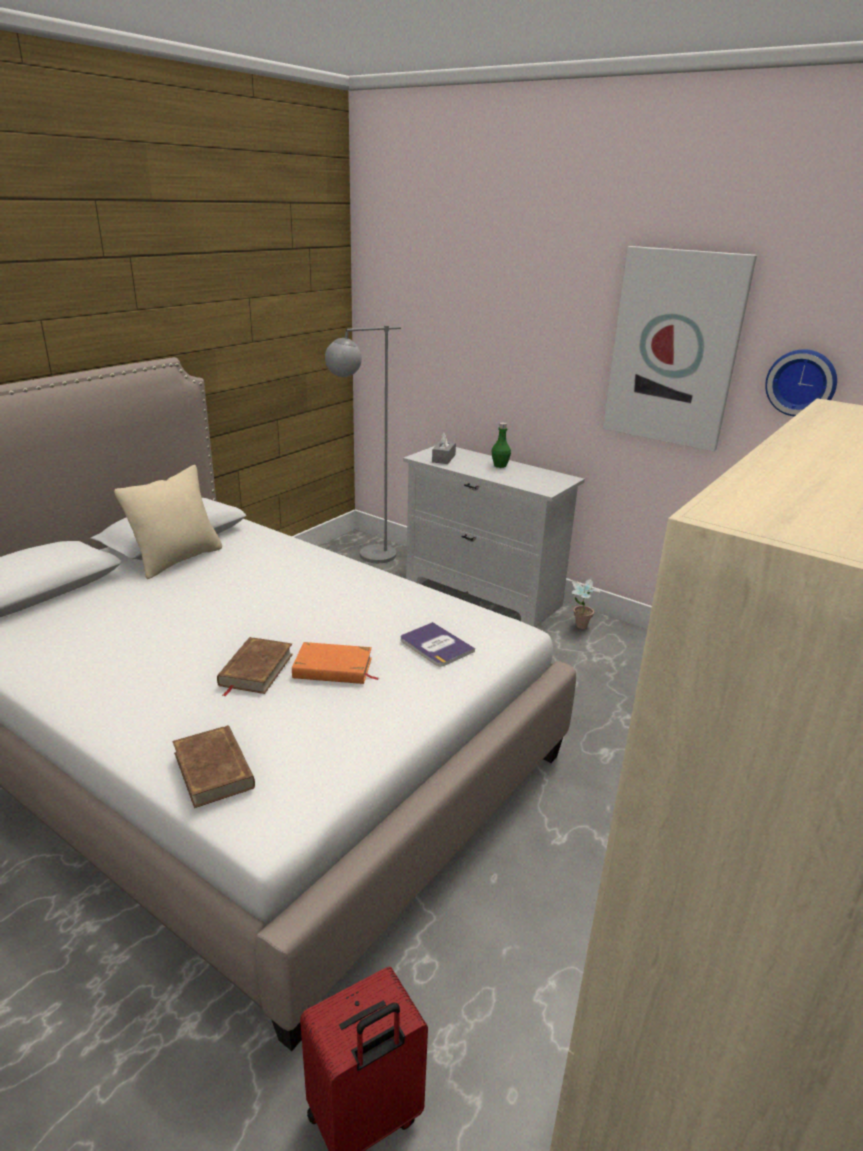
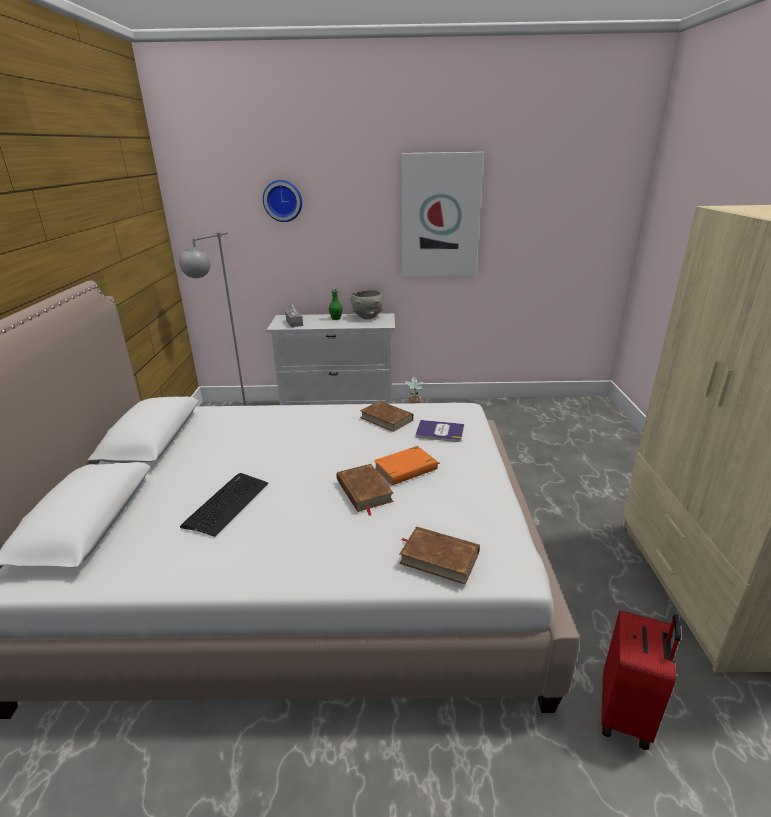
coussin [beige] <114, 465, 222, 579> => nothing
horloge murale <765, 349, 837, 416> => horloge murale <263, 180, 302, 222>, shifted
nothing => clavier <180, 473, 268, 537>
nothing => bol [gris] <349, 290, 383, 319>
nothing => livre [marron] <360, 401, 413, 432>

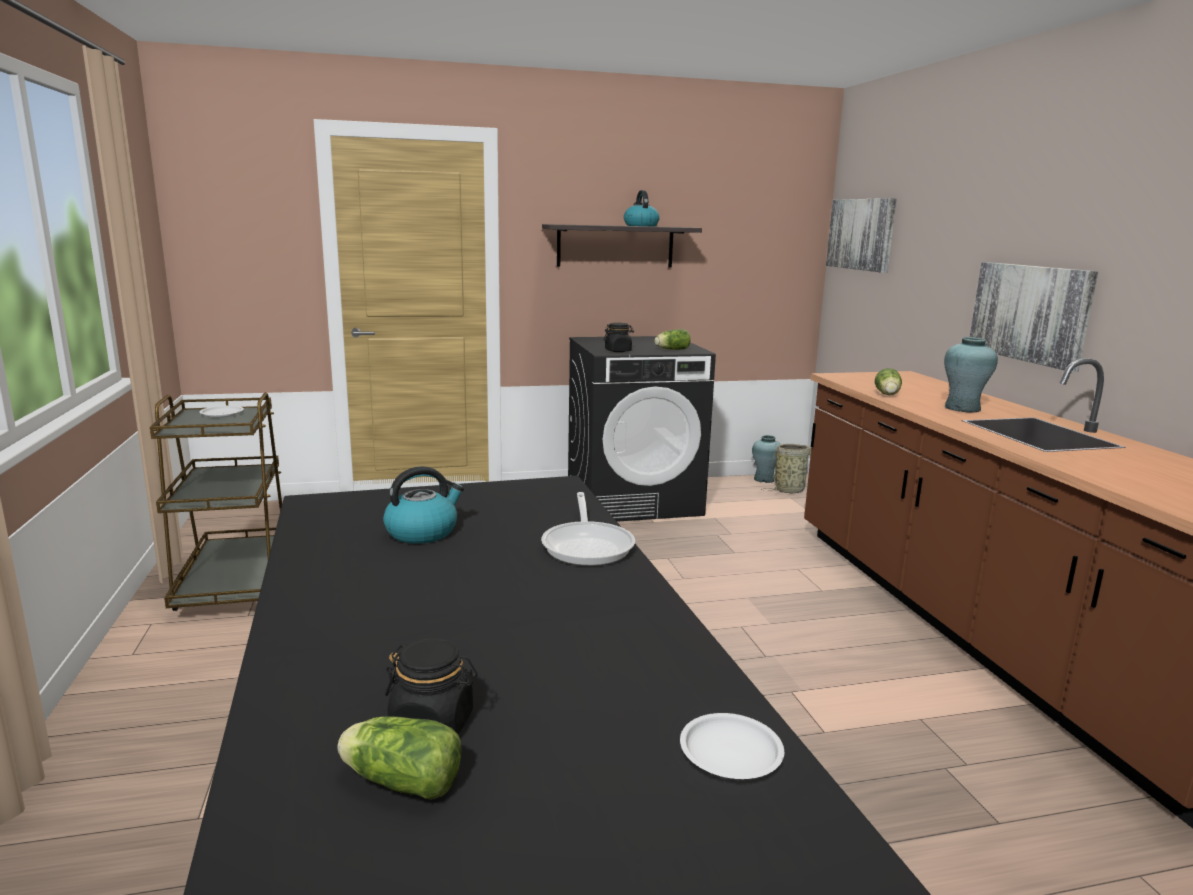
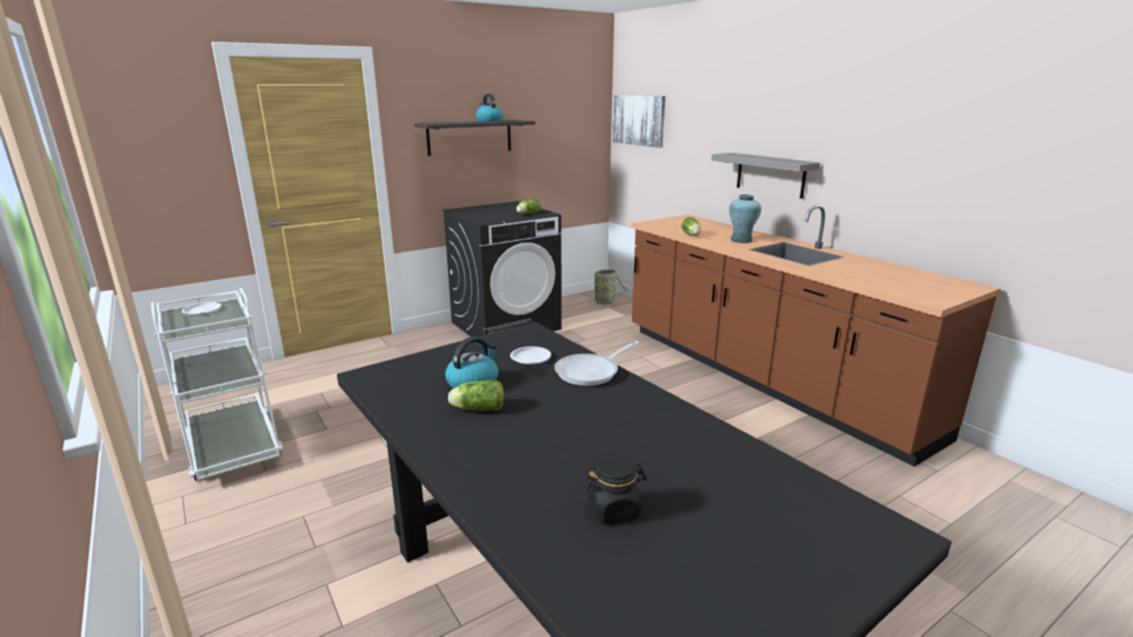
chariot [marron] <150, 392, 282, 611> => chariot [blanc] <151, 288, 283, 481>
laitue <337, 716, 461, 800> => laitue <448, 380, 504, 411>, shifted
poêle <541, 492, 635, 566> => poêle <554, 341, 640, 386>, 75 degrees clockwise
bocal [noir] <604, 323, 634, 352> => nothing
assiette [blanc] <680, 713, 784, 779> => assiette [blanc] <510, 346, 551, 365>, shifted
vase [turquoise] <752, 435, 781, 483> => nothing
tableau <970, 262, 1098, 372> => étagère [gris] <711, 153, 820, 199>

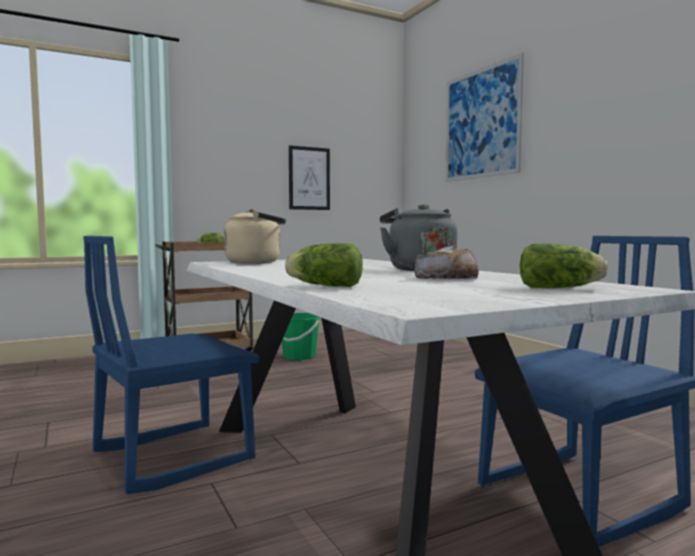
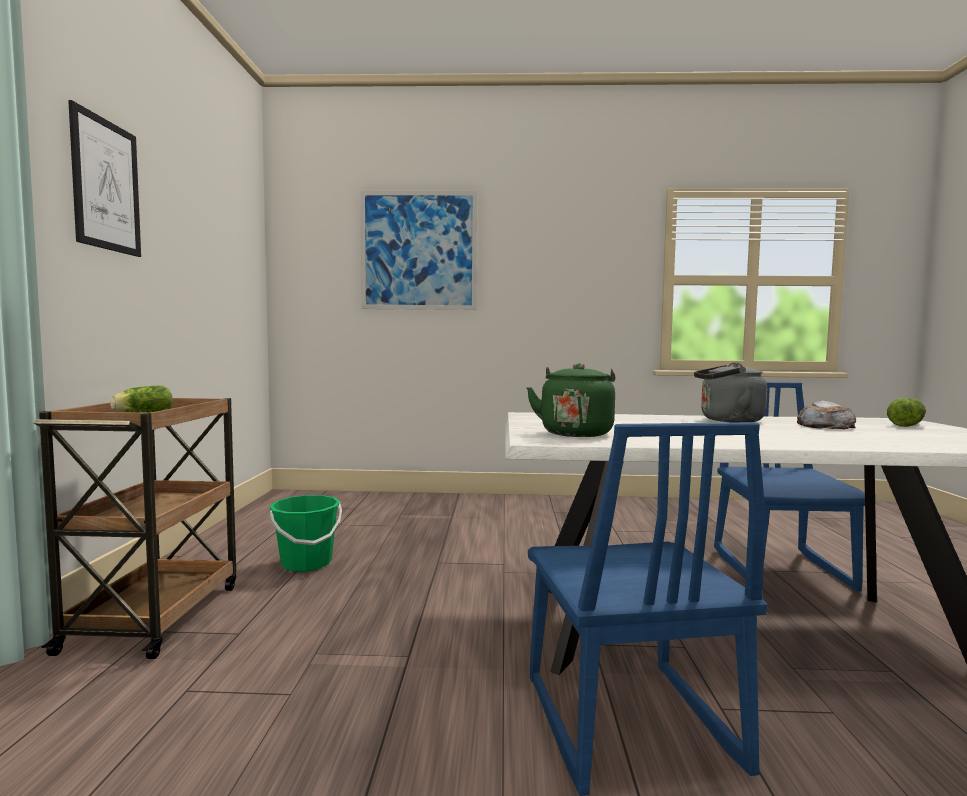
bouilloire [beige] <224, 209, 286, 264> => bouilloire [vert] <526, 363, 615, 437>
laitue <285, 243, 363, 287> => nothing
tableau <289, 145, 330, 210> => tableau <68, 100, 141, 257>, shifted

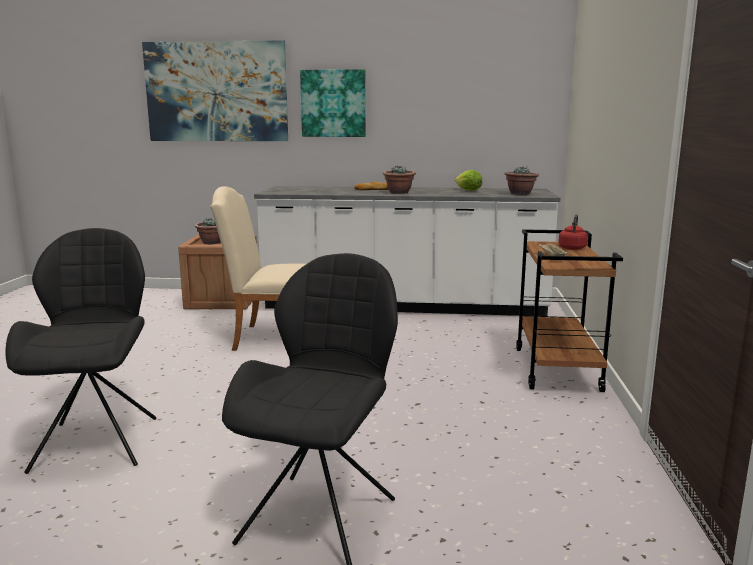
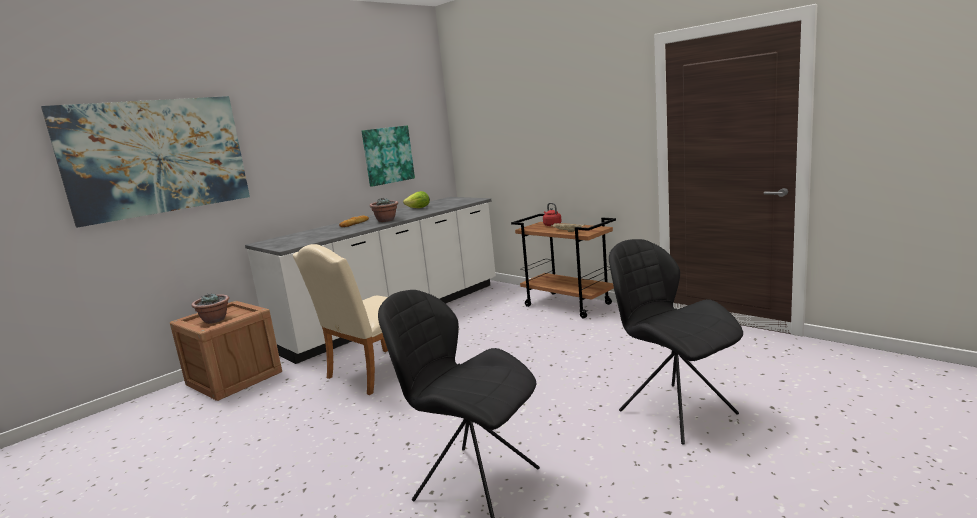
tableau <300, 69, 366, 137> => tableau <362, 125, 415, 187>, shifted
plante en pot <505, 166, 539, 195> => nothing

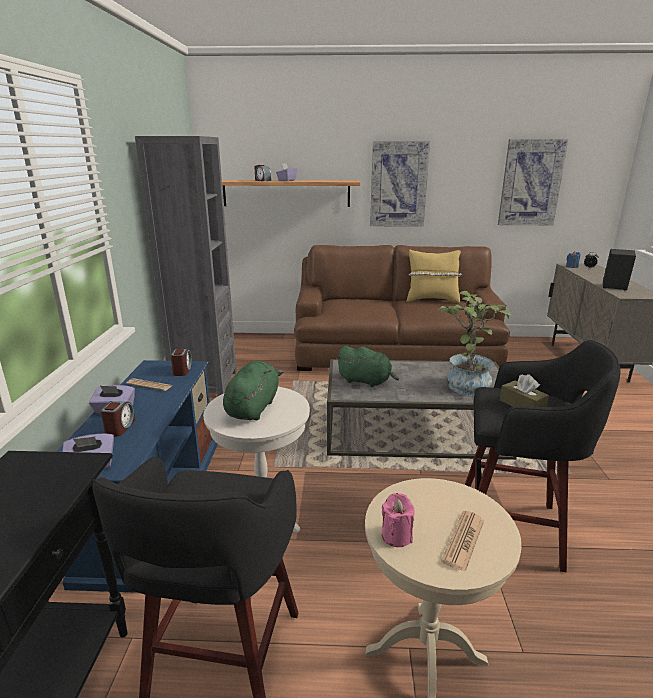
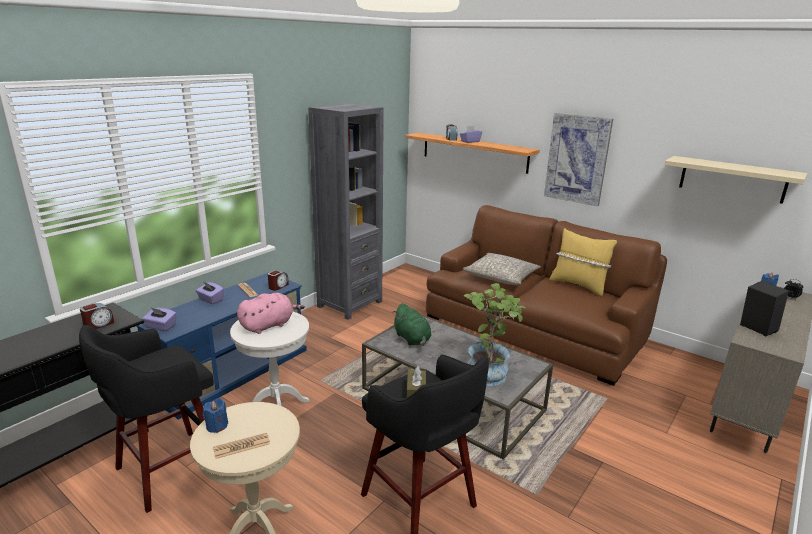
réveil <100, 401, 135, 437> => réveil <80, 303, 114, 329>, shifted
peluche [vert] <223, 361, 284, 420> => peluche [rose] <237, 293, 305, 334>
bougie [rose] <382, 493, 415, 547> => bougie [bleu] <203, 398, 228, 433>
tableau <498, 139, 568, 225> => étagère [beige] <664, 156, 807, 204>
nothing => coussin [gris] <463, 253, 541, 285>

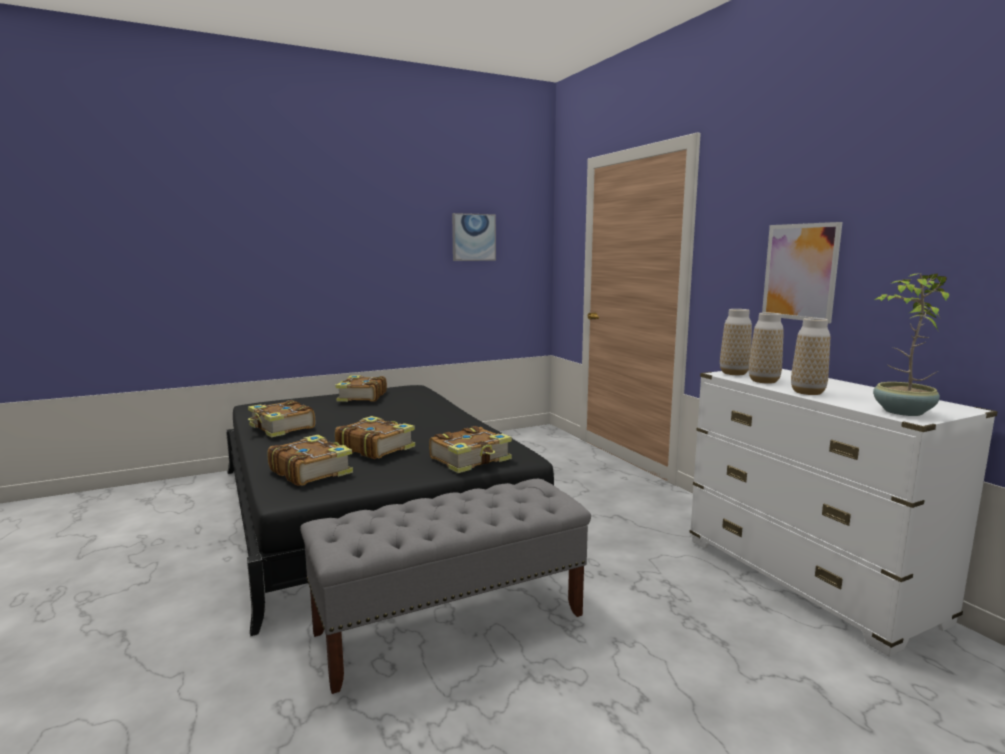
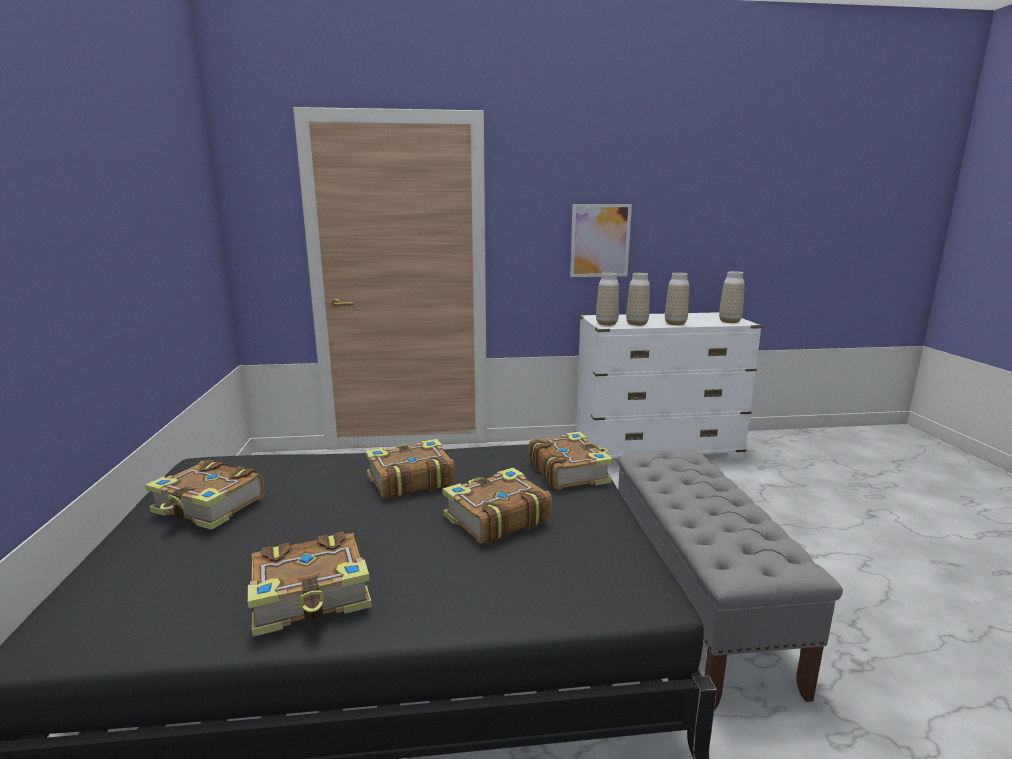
livre <267, 435, 353, 486> => livre <366, 439, 455, 499>, shifted
tableau <452, 213, 496, 261> => nothing
plante en pot <873, 273, 949, 416> => vase <719, 271, 745, 323>

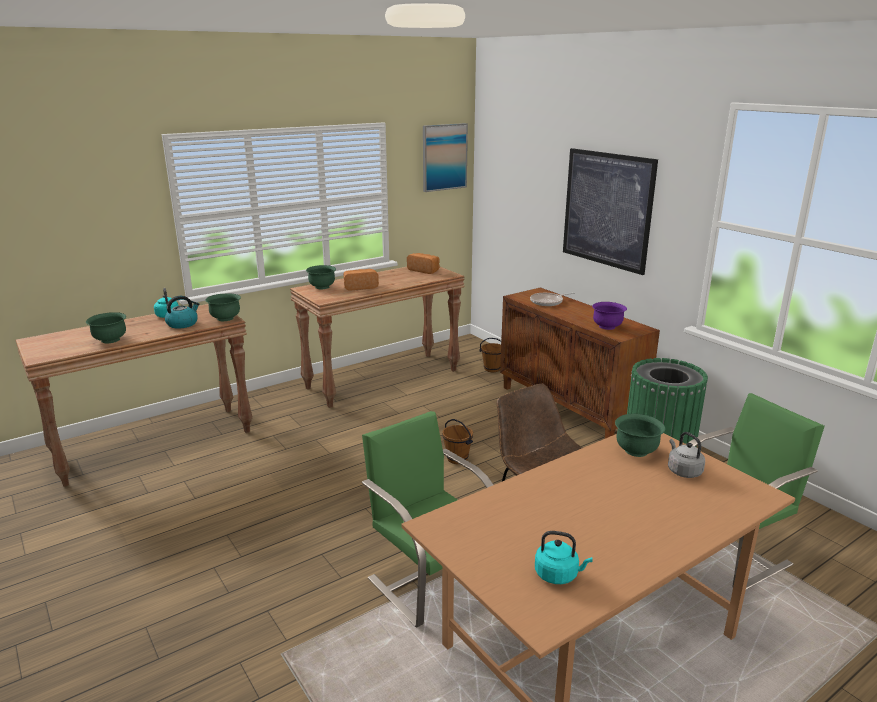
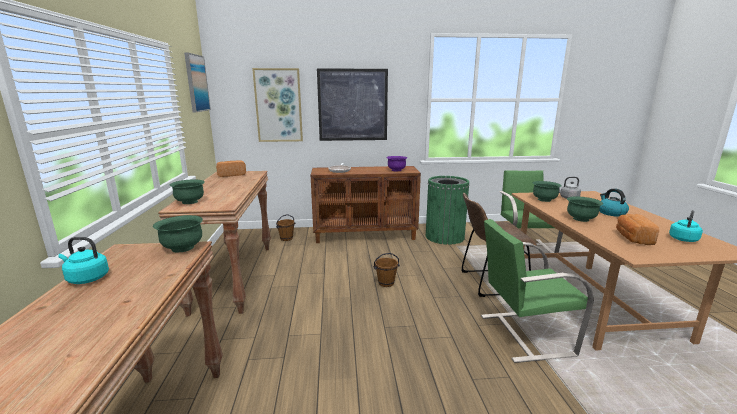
bol [vert] <86, 312, 126, 344> => bol [vert] <567, 196, 603, 222>, shifted
bouilloire <165, 296, 199, 329> => bouilloire <599, 189, 629, 217>, shifted
pain <343, 269, 379, 291> => pain <616, 214, 659, 245>, shifted
nothing => tableau <252, 68, 303, 142>

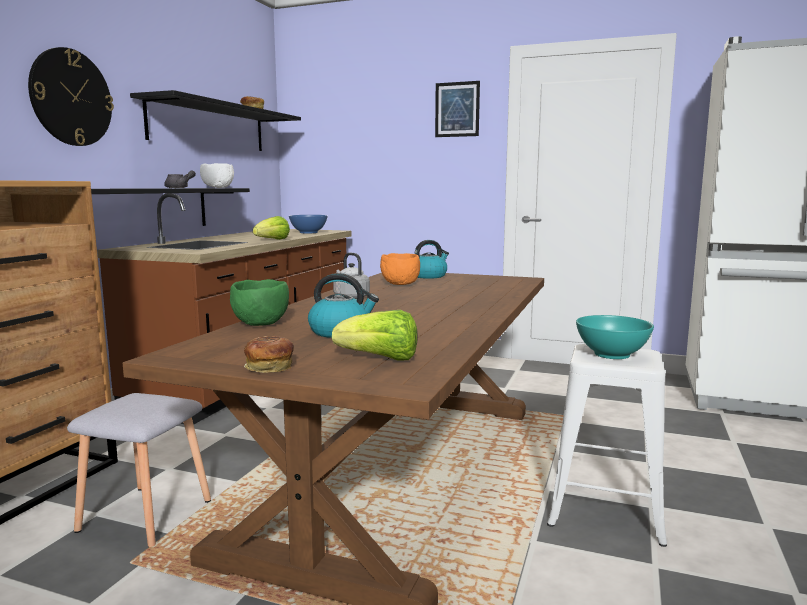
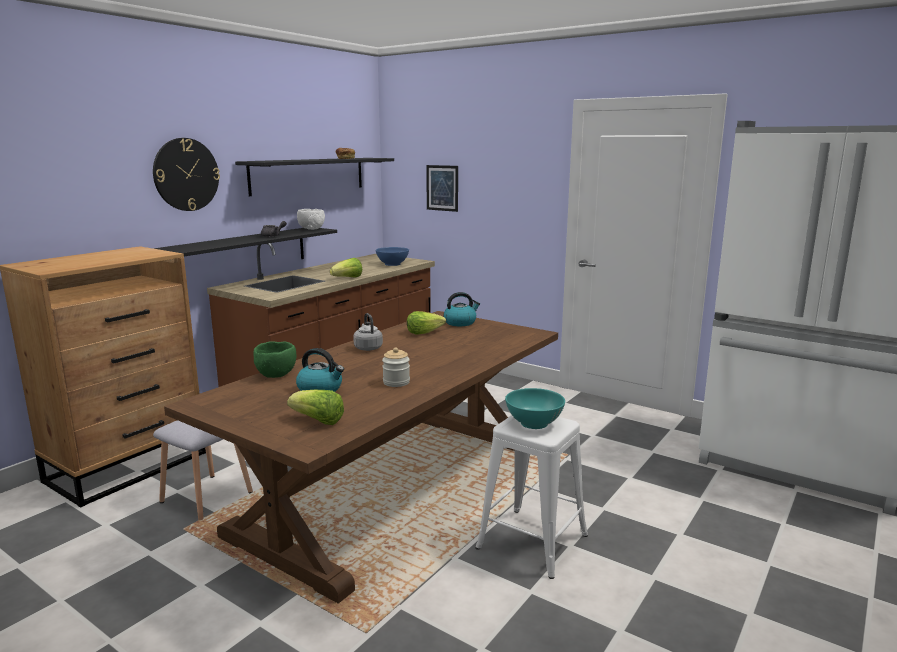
pain <244, 336, 294, 373> => nothing
bol [orange] <380, 253, 420, 285> => laitue <407, 311, 446, 335>
tableau <435, 81, 480, 137> => tableau <426, 165, 458, 212>, shifted
nothing => bocal <382, 347, 410, 387>

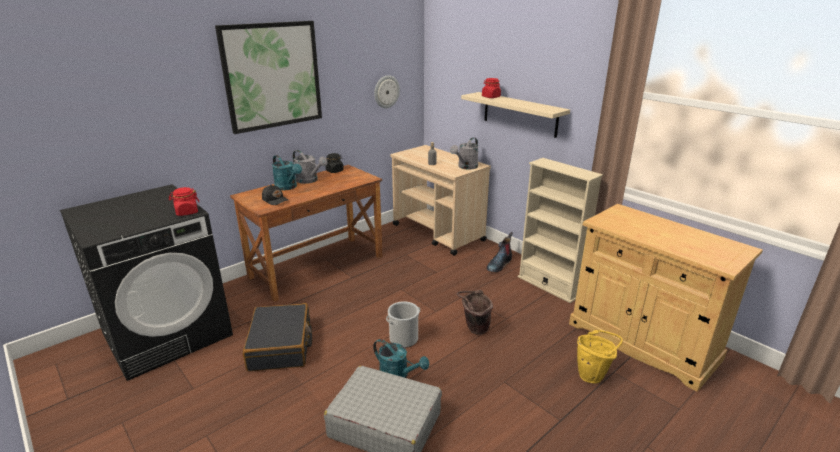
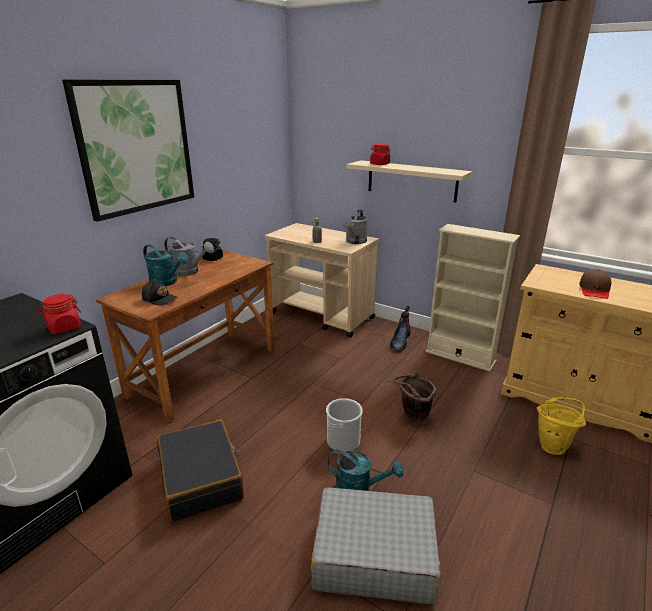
horloge murale <374, 75, 400, 108> => nothing
nothing => casquette [marron] <579, 269, 611, 299>

